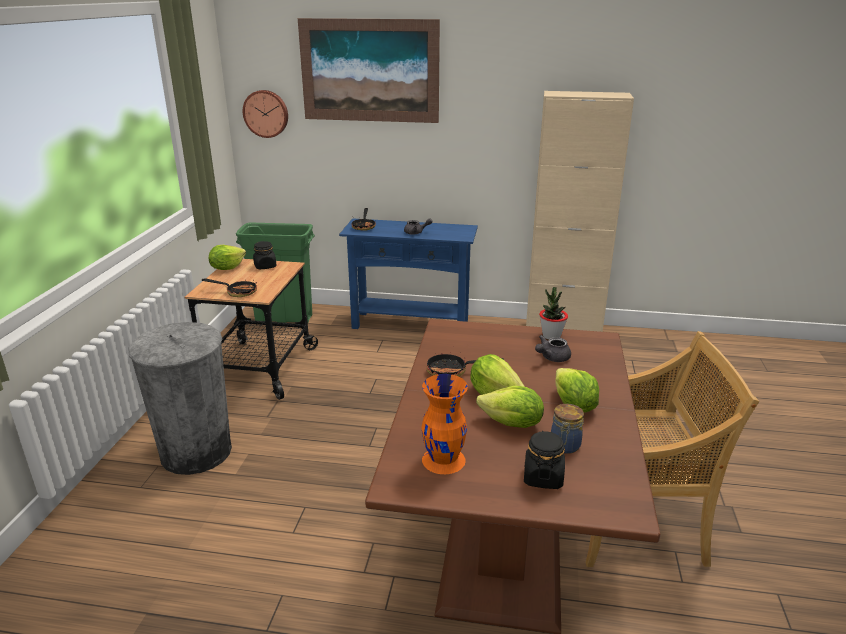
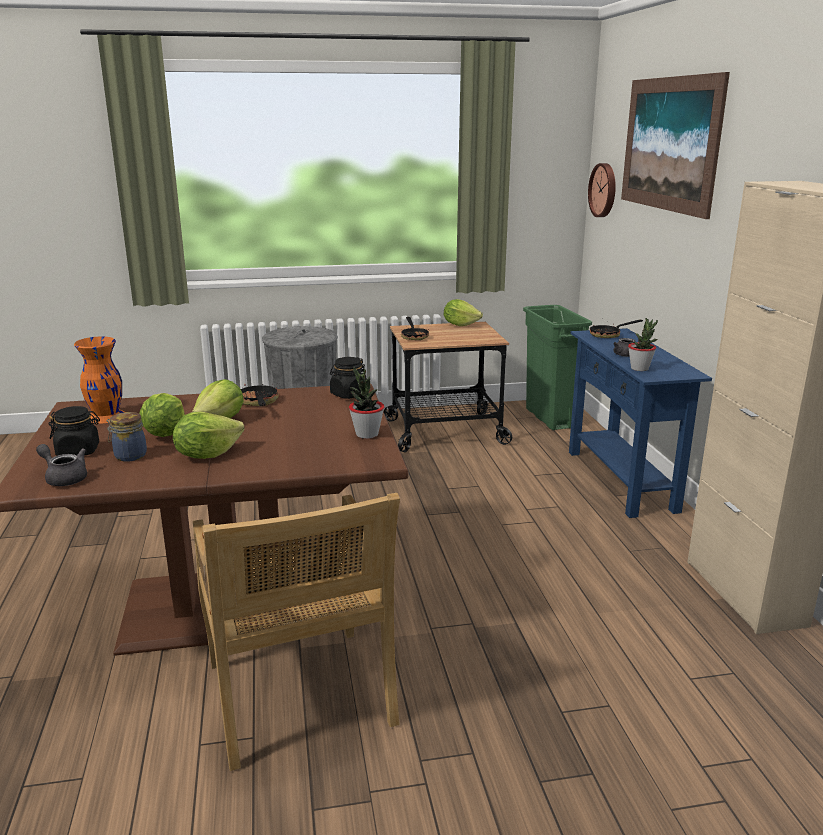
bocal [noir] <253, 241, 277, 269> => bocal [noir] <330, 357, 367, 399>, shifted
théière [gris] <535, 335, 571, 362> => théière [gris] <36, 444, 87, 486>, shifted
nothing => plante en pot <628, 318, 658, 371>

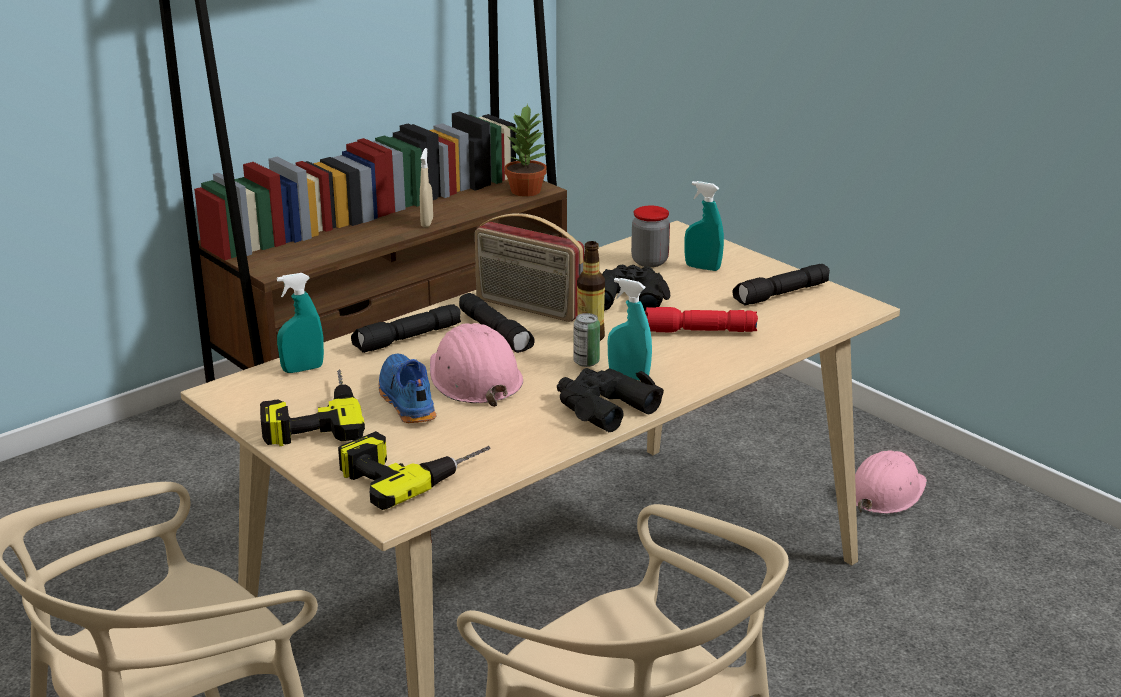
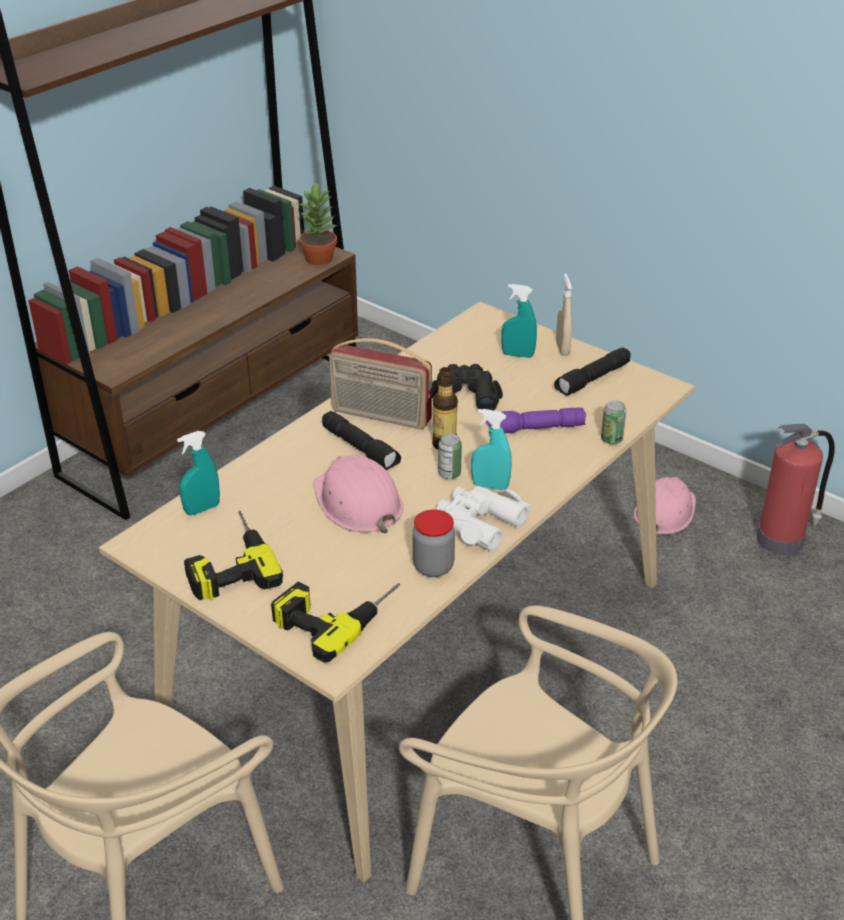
lampe de poche [noir] <351, 304, 461, 353> => nothing
chaussure [bleu] <379, 354, 437, 423> => nothing
vaporisateur [beige] <420, 148, 433, 227> => vaporisateur [beige] <556, 274, 572, 356>, shifted
jumelles [noir] <557, 368, 664, 432> => jumelles [blanc] <436, 486, 531, 551>
bocal <631, 206, 670, 267> => bocal <413, 510, 455, 577>, shifted
lampe de poche [rouge] <645, 307, 758, 332> => lampe de poche [violet] <486, 407, 586, 434>
nothing => boîte métallique <601, 400, 626, 445>
nothing => extincteur <757, 424, 835, 555>

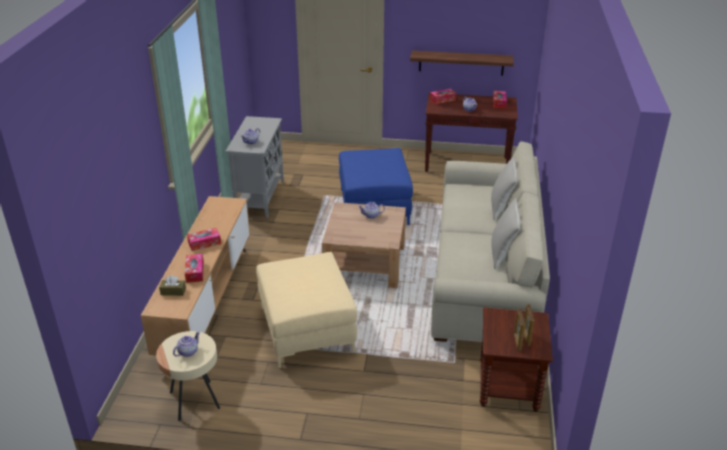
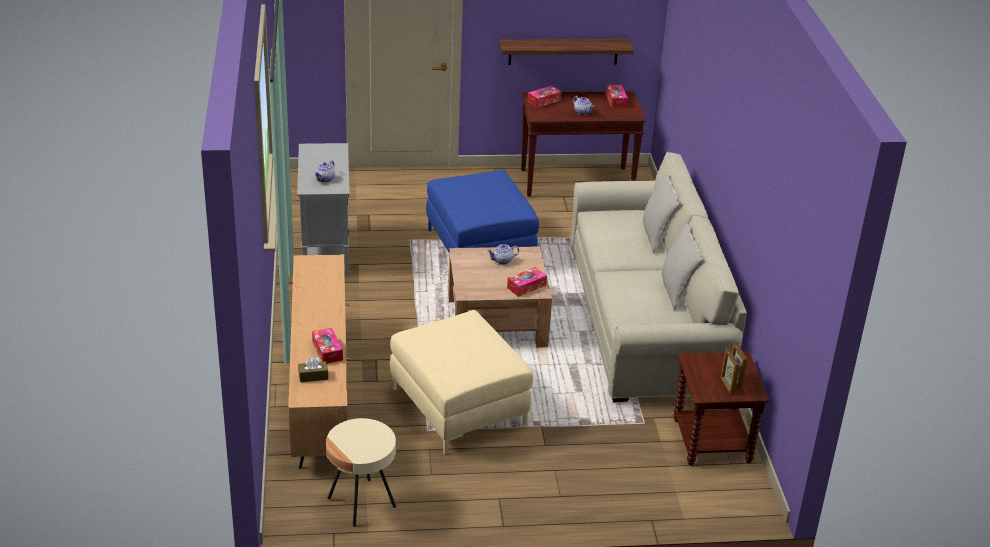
théière <173, 332, 200, 357> => nothing
boîte à mouchoirs <187, 228, 221, 251> => boîte à mouchoirs <507, 267, 547, 297>, shifted

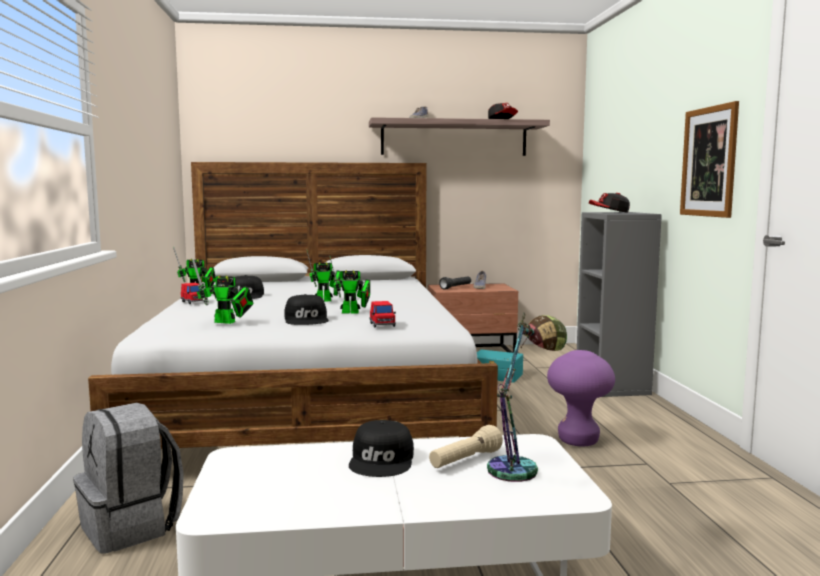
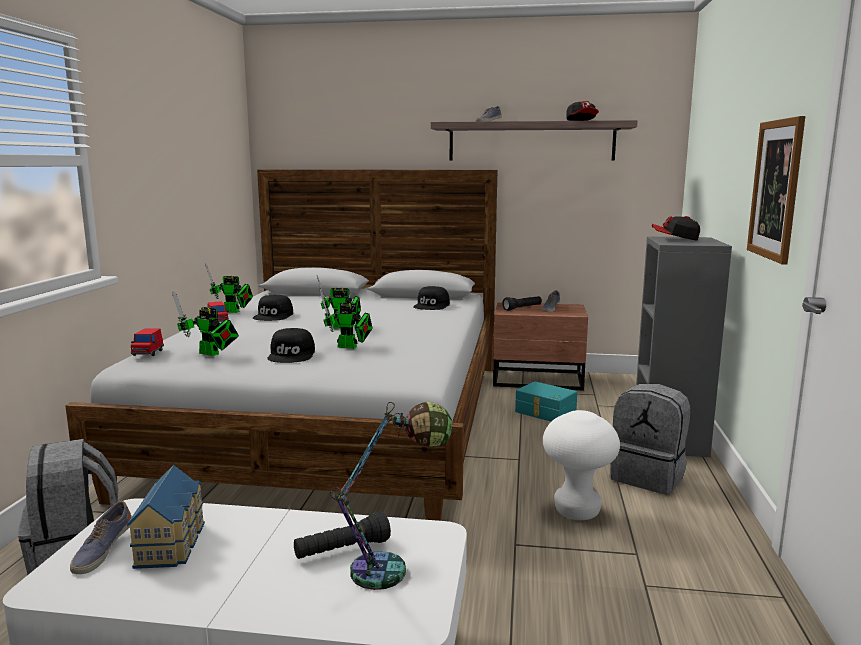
casquette [noir] <349, 420, 414, 477> => casquette [noir] <413, 286, 450, 310>, shifted
petite voiture [rouge] <369, 301, 396, 328> => petite voiture [rouge] <131, 328, 164, 356>, shifted
lampe de poche [beige] <429, 425, 503, 468> => lampe de poche [noir] <294, 512, 391, 559>
tabouret [violet] <547, 350, 615, 446> => tabouret [blanc] <543, 410, 620, 520>
nothing => chaussure <70, 501, 132, 574>
nothing => maison miniature <127, 465, 205, 569>
nothing => sac à dos [gris] <610, 384, 690, 495>

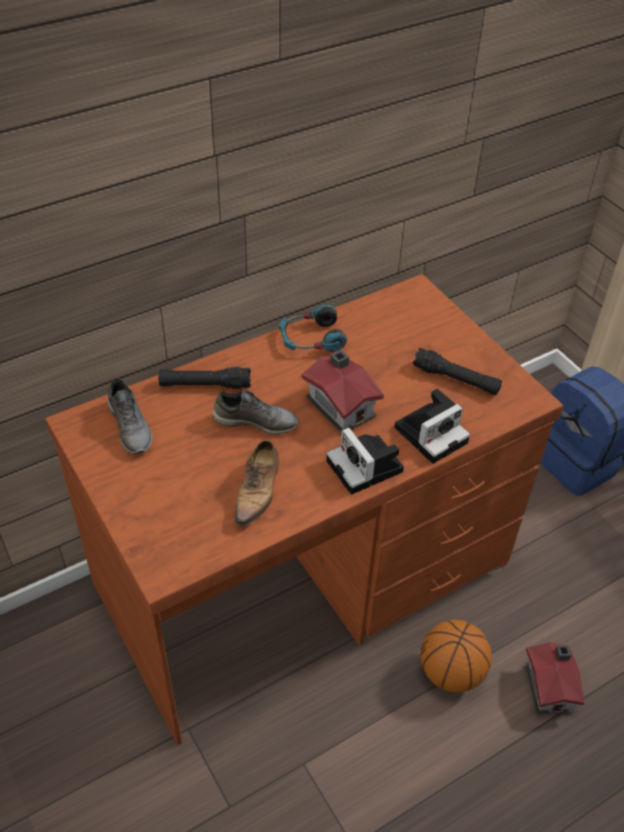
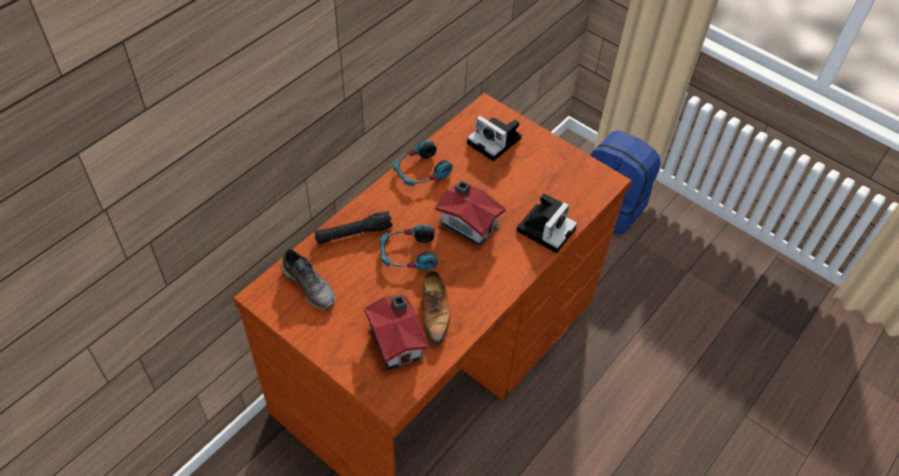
chaussure [gris] <212, 391, 299, 434> => casque audio <380, 225, 438, 270>
appareil photo <327, 427, 404, 495> => appareil photo <467, 115, 521, 161>, shifted
lampe de poche [noir] <413, 348, 502, 395> => nothing
ballon de basket <421, 620, 492, 692> => nothing
maison miniature <525, 642, 585, 714> => maison miniature <364, 294, 429, 371>, shifted

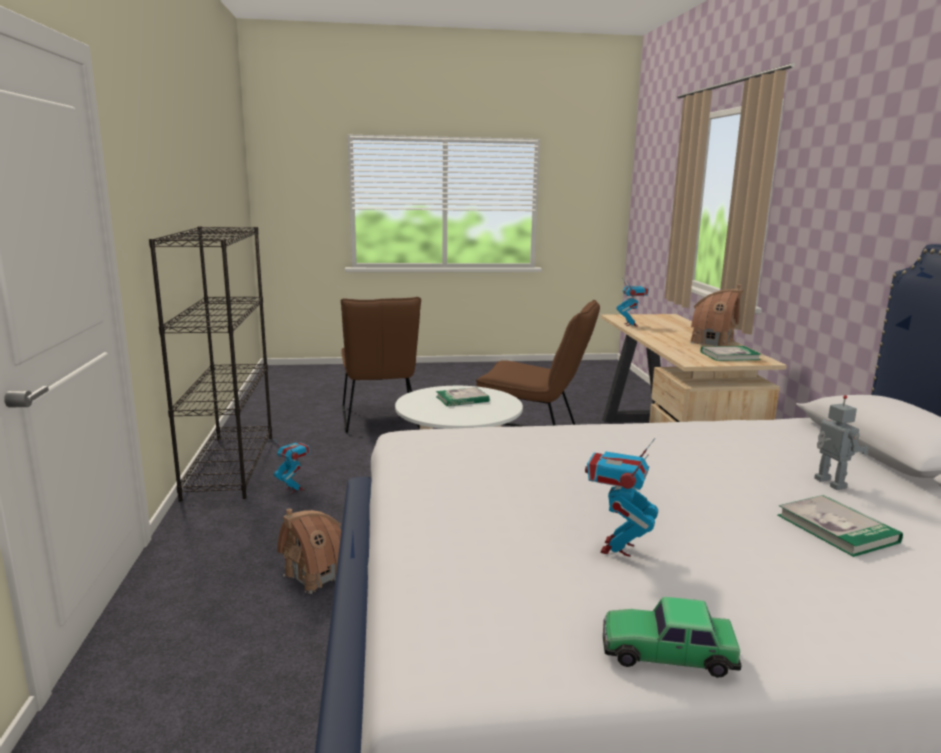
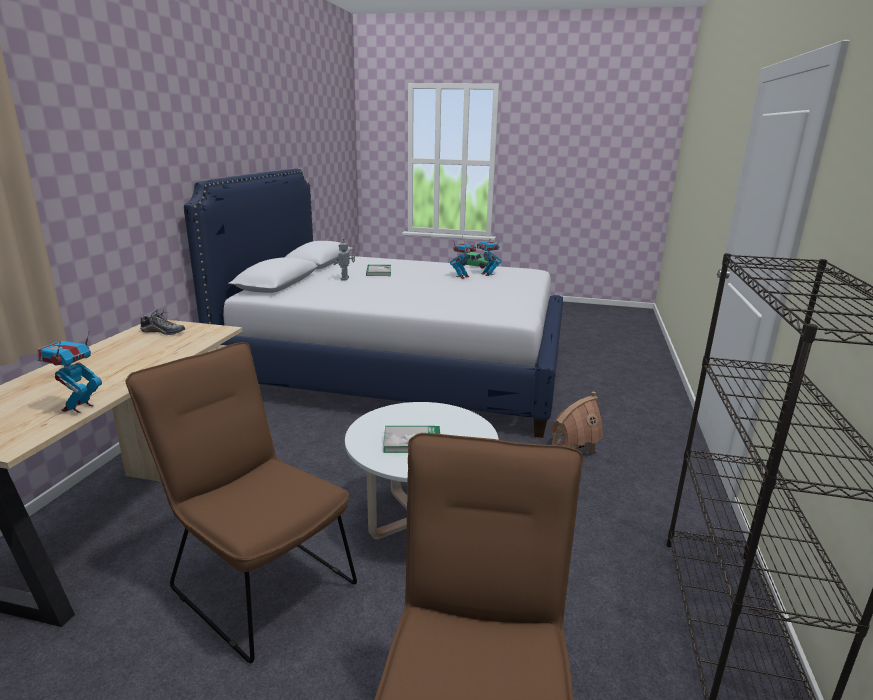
robot jouet <274, 439, 310, 493> => robot jouet <477, 234, 502, 276>, shifted
maison miniature <691, 284, 743, 346> => nothing
livre <700, 346, 762, 361> => chaussure <140, 309, 185, 335>

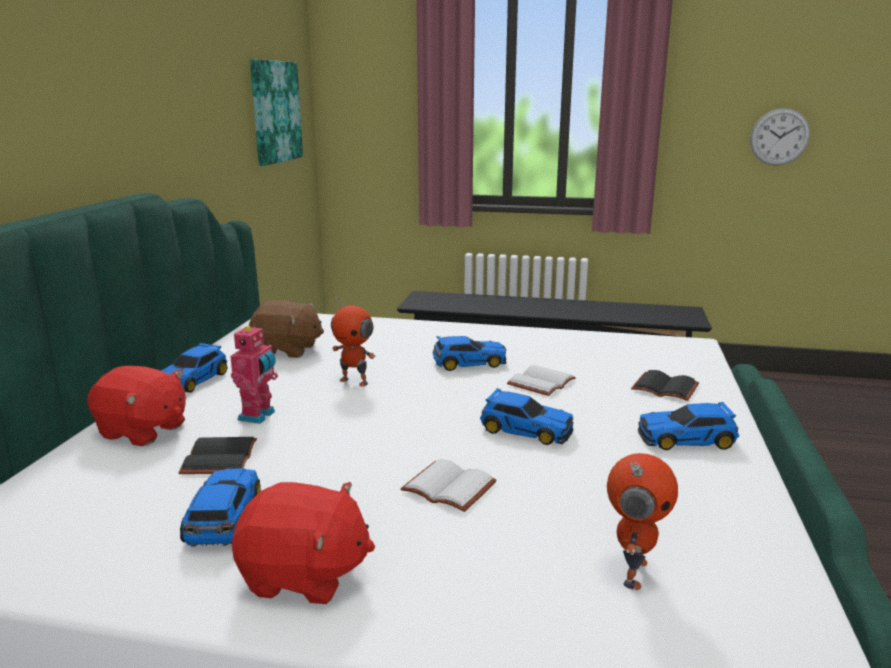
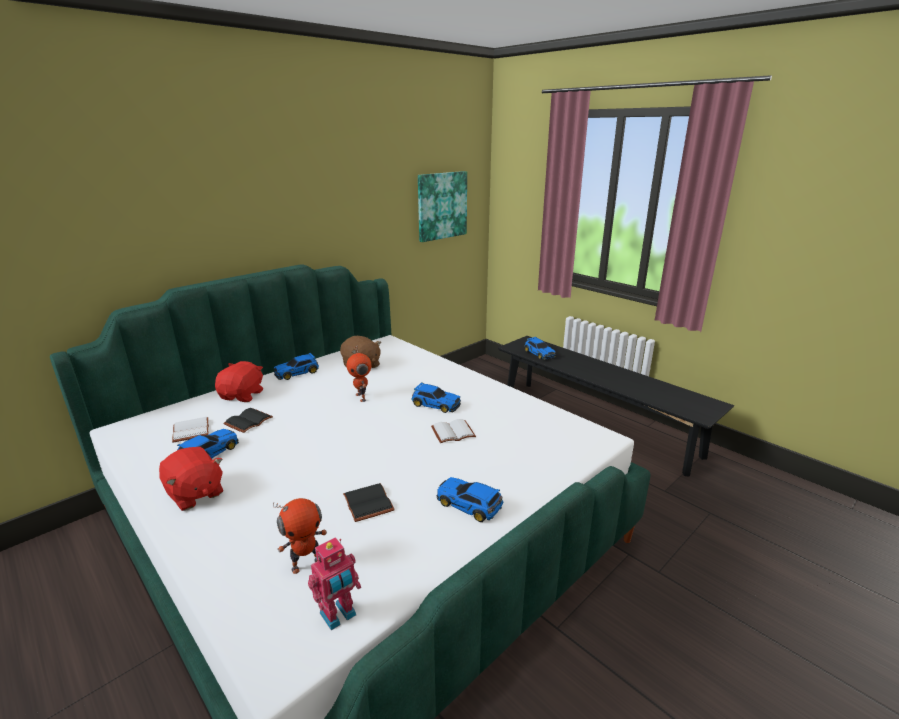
peluche [rouge] <87, 366, 186, 446> => peluche [rouge] <215, 361, 263, 402>, 135 degrees counterclockwise
robot jouet <230, 324, 278, 424> => robot jouet <308, 537, 361, 630>, shifted
livre [blanc] <400, 459, 497, 512> => livre [blanc] <172, 417, 209, 443>, shifted
petite voiture <480, 388, 573, 445> => petite voiture <525, 337, 556, 360>, shifted
livre [noir] <631, 370, 699, 401> => livre [noir] <343, 483, 395, 522>, shifted
horloge murale <750, 108, 810, 166> => nothing

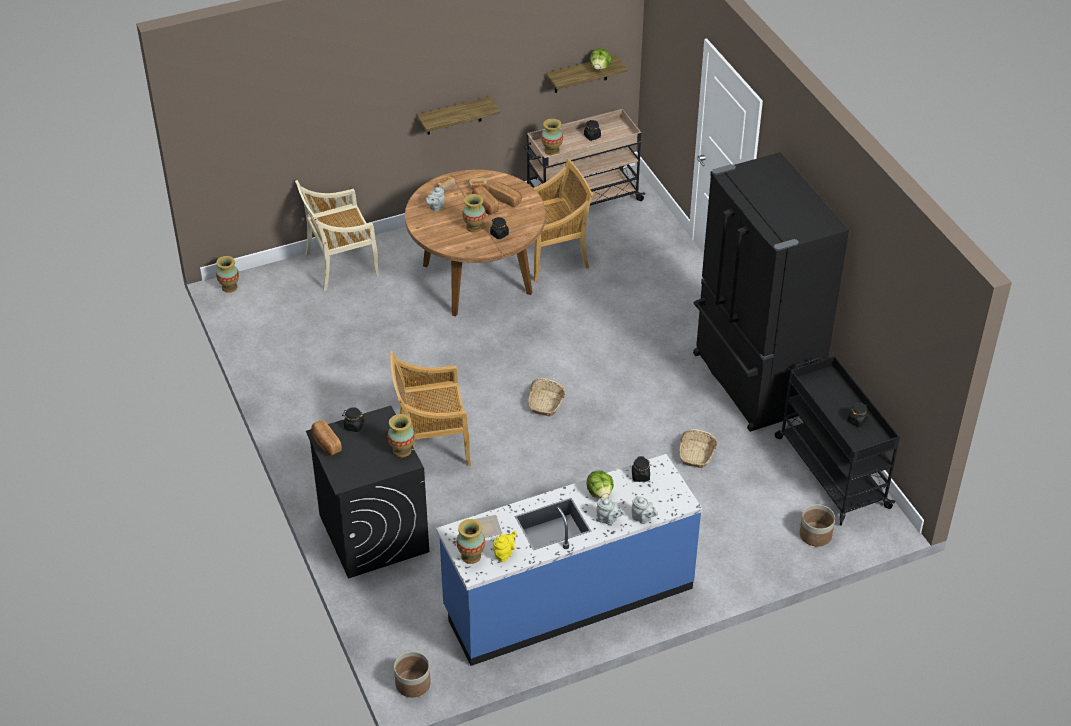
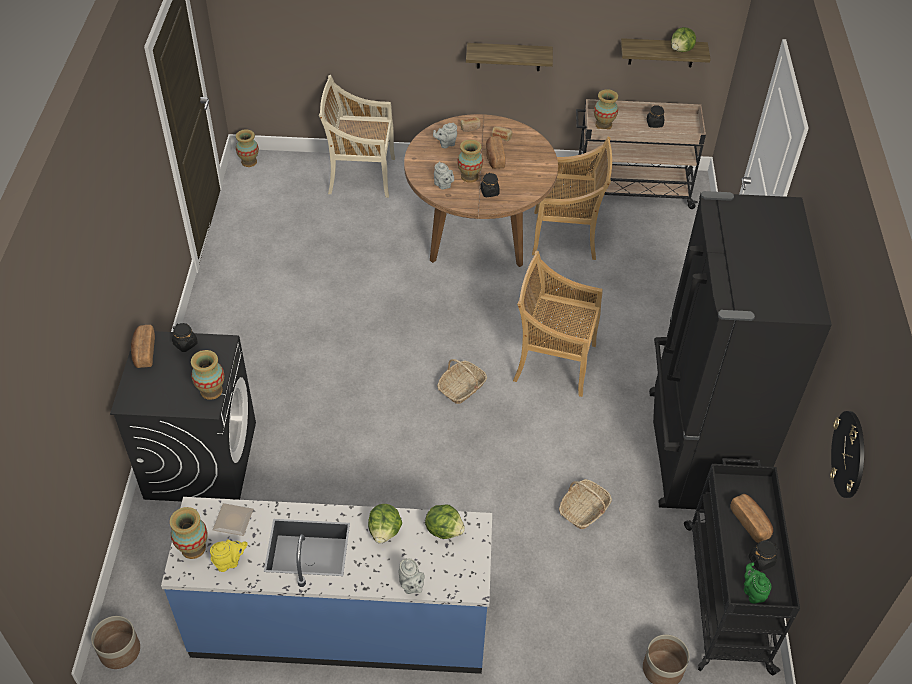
chaise [beige] <389, 351, 471, 466> => chaise [beige] <513, 251, 603, 397>, shifted
pain <489, 182, 522, 207> => pain <730, 494, 773, 543>, shifted
théière [gris] <596, 498, 625, 525> => théière [gris] <434, 161, 454, 190>, shifted
bocal [noir] <632, 456, 650, 482> => laitue <425, 505, 465, 539>
nothing => théière [vert] <744, 562, 771, 604>
nothing => horloge murale <830, 411, 864, 498>

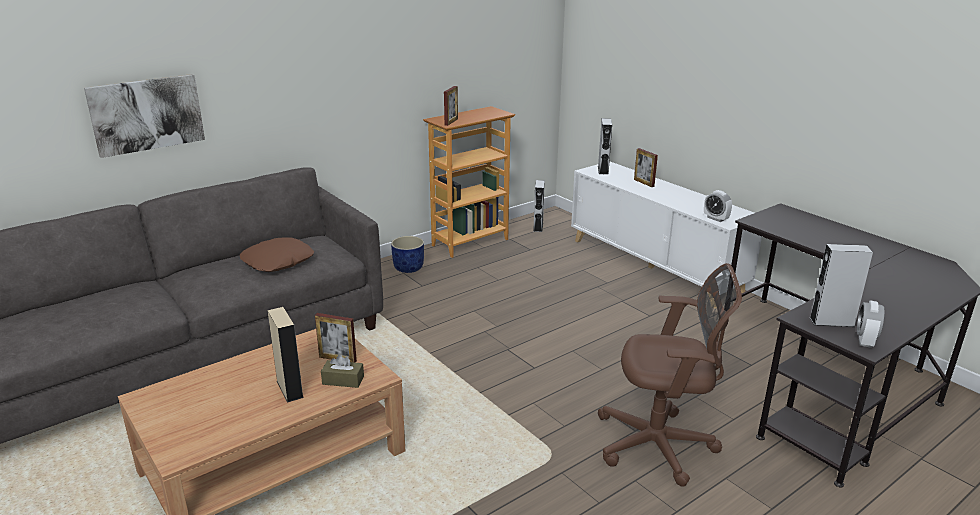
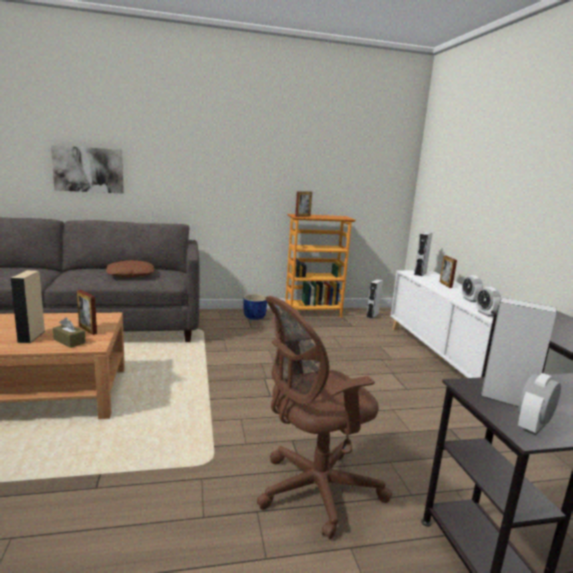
chaise de bureau [marron] <598, 263, 742, 487> => chaise de bureau [marron] <257, 296, 392, 539>, 120 degrees clockwise
nothing => réveil <462, 275, 483, 302>

